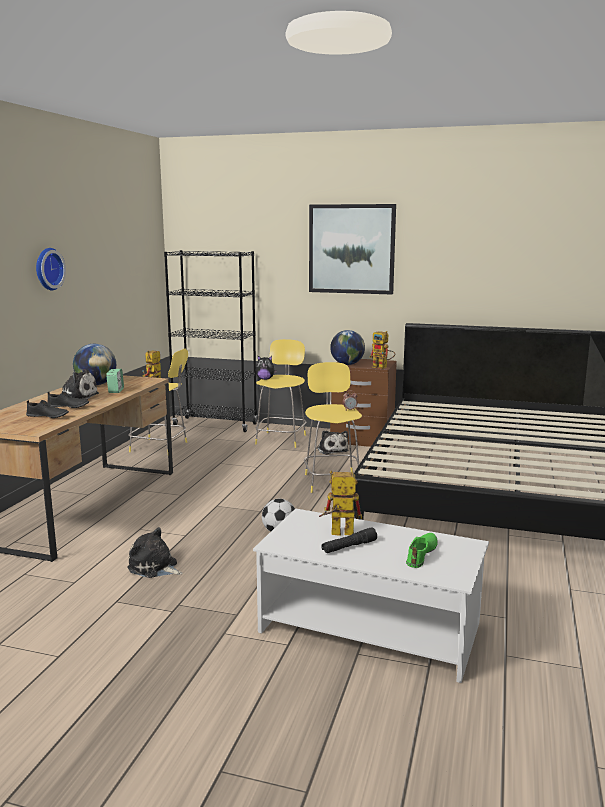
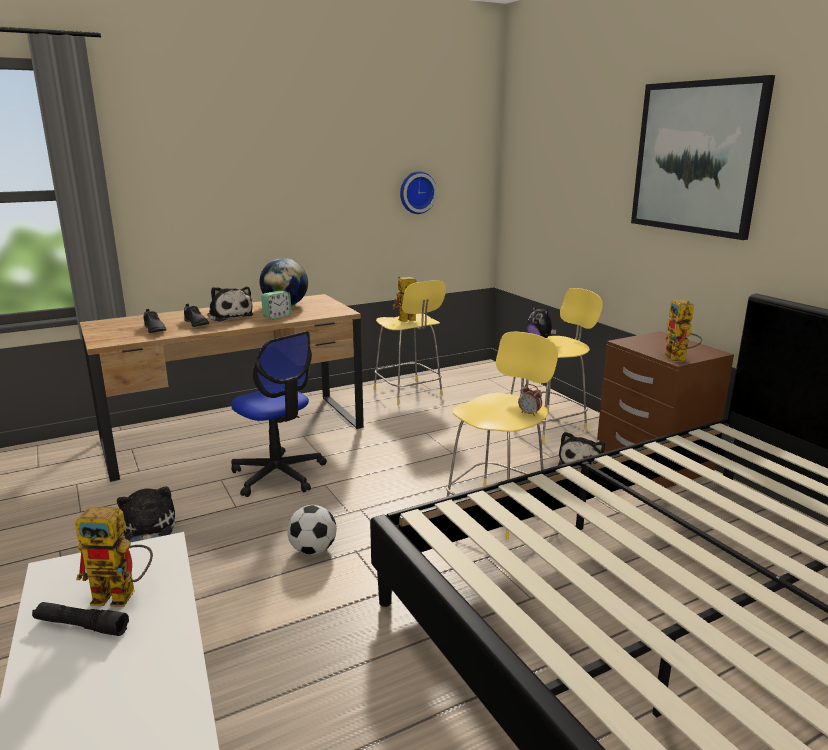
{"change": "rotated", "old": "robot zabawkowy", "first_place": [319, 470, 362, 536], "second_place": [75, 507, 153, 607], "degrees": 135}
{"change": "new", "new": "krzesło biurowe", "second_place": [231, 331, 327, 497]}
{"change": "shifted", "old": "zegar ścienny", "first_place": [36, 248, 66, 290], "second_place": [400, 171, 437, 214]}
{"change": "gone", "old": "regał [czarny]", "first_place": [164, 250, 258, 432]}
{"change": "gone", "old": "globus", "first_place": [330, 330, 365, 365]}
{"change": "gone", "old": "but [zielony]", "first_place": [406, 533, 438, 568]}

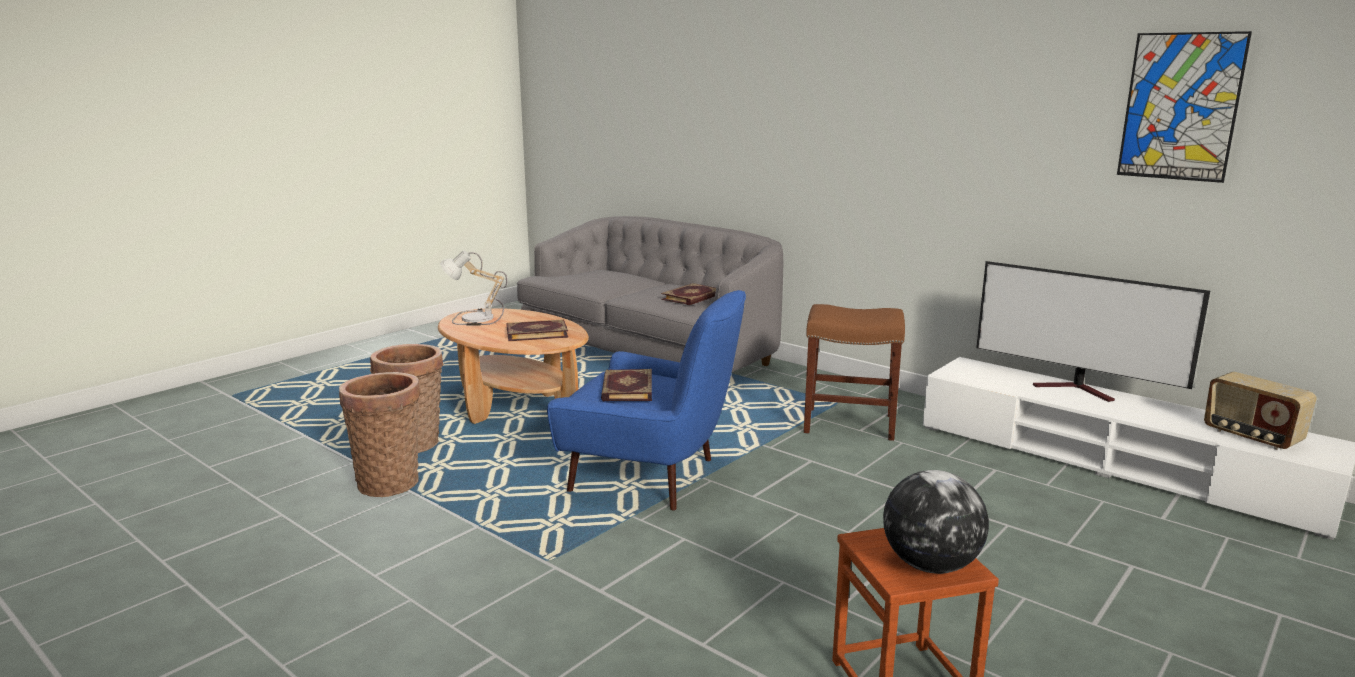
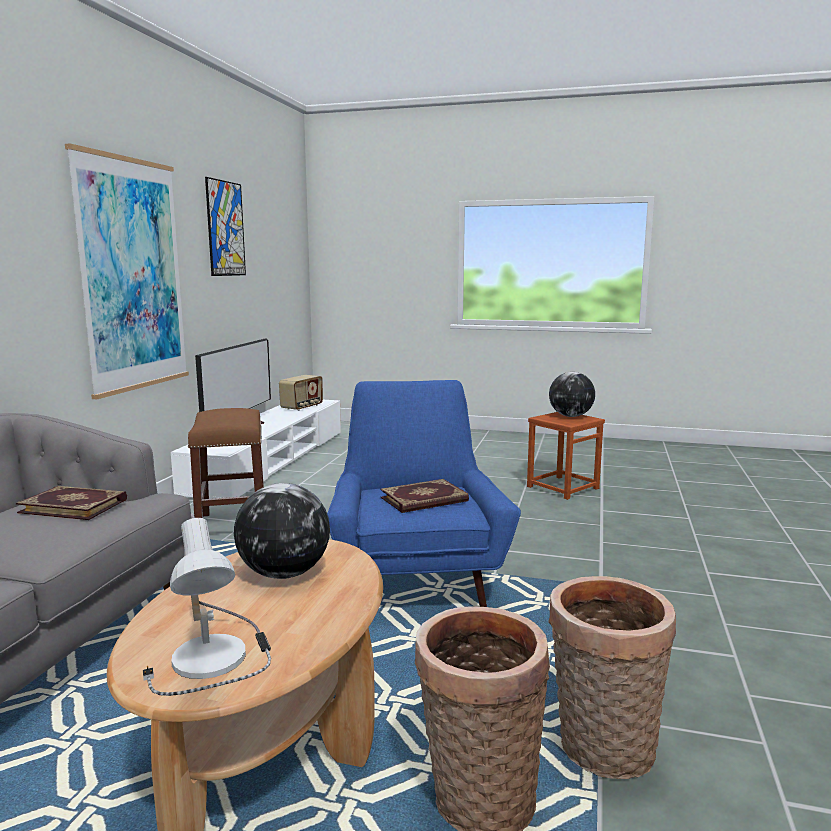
{"change": "new", "new": "obraz", "second_place": [65, 143, 189, 399]}
{"change": "swapped", "old": "książka", "new": "globus", "first_place": [506, 319, 568, 341], "second_place": [234, 483, 330, 579]}

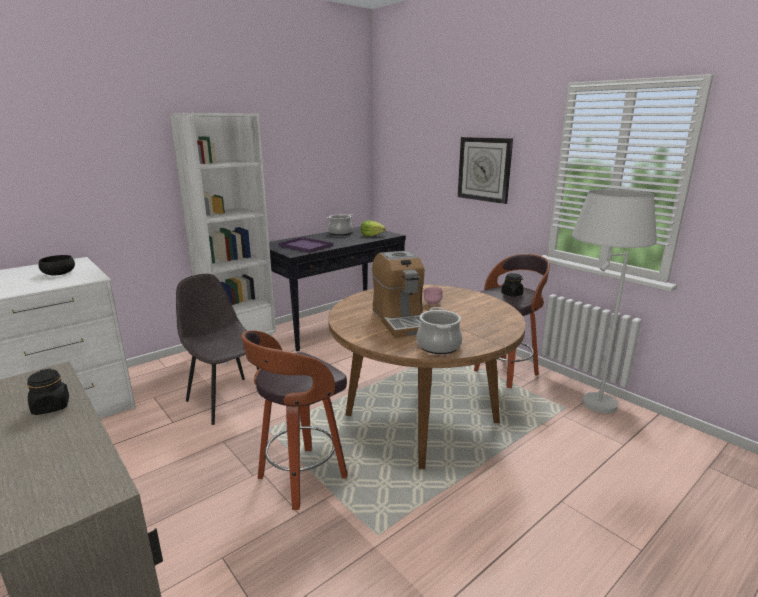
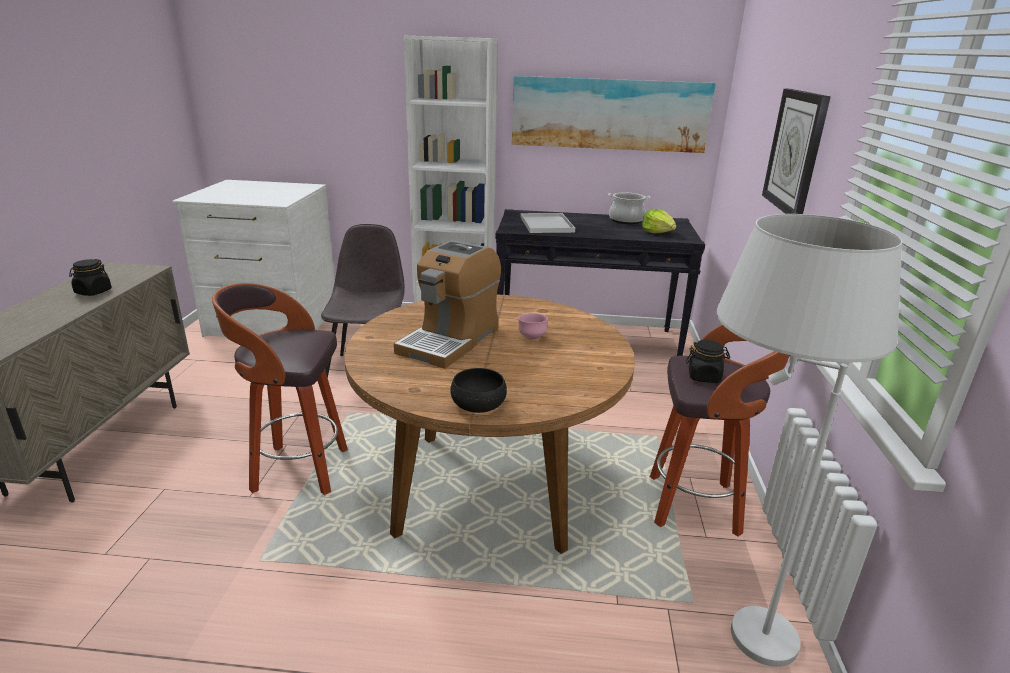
{"change": "shifted", "old": "miska [czarny]", "first_place": [39, 255, 75, 275], "second_place": [450, 368, 507, 413]}
{"change": "new", "new": "obraz", "second_place": [512, 76, 715, 153]}
{"change": "repainted", "old": "taca [fioletowy]", "new": "taca [biały]", "first_place": [279, 237, 333, 253], "second_place": [521, 213, 575, 233]}
{"change": "gone", "old": "garnek", "first_place": [417, 307, 462, 354]}

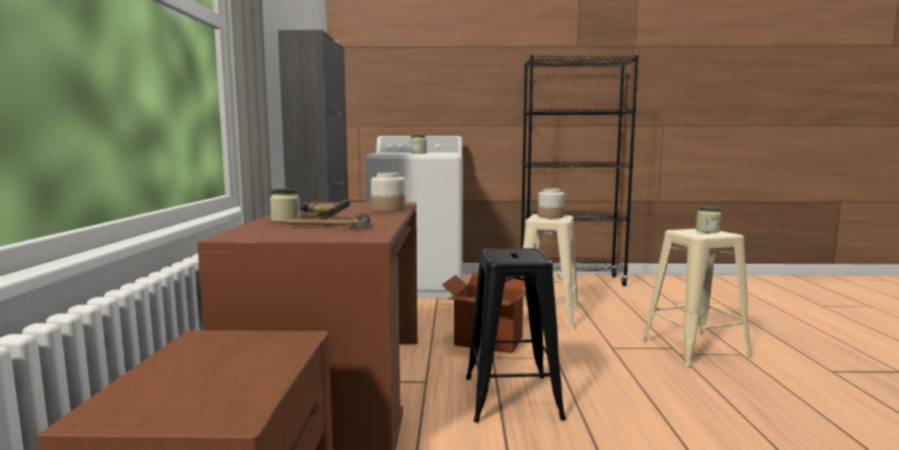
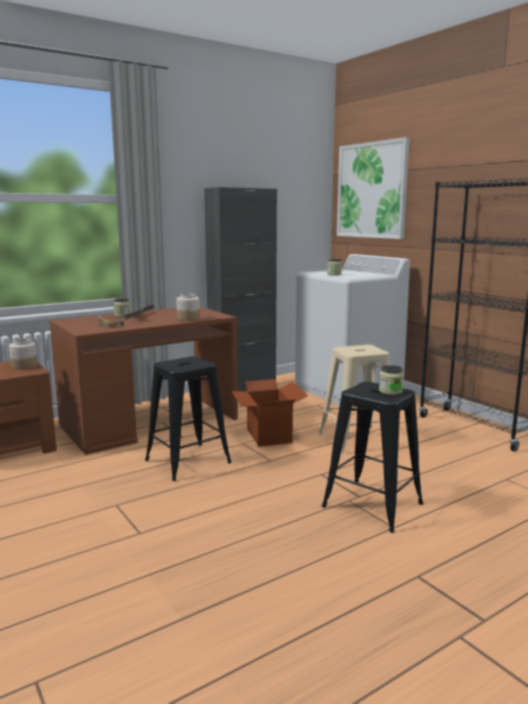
{"change": "shifted", "old": "słoik", "first_place": [538, 188, 564, 218], "second_place": [9, 339, 38, 369]}
{"change": "repainted", "old": "stołek [beżowy]", "new": "stołek [czarny]", "first_place": [641, 229, 753, 367], "second_place": [322, 382, 423, 533]}
{"change": "new", "new": "obraz", "second_place": [337, 137, 410, 239]}

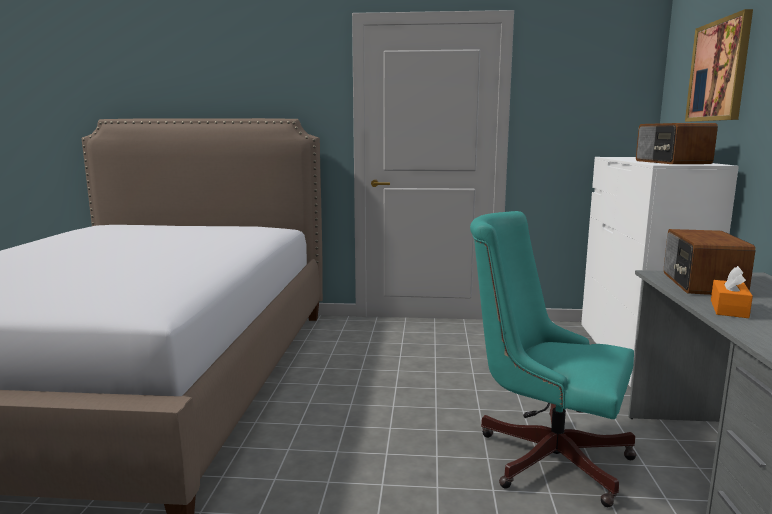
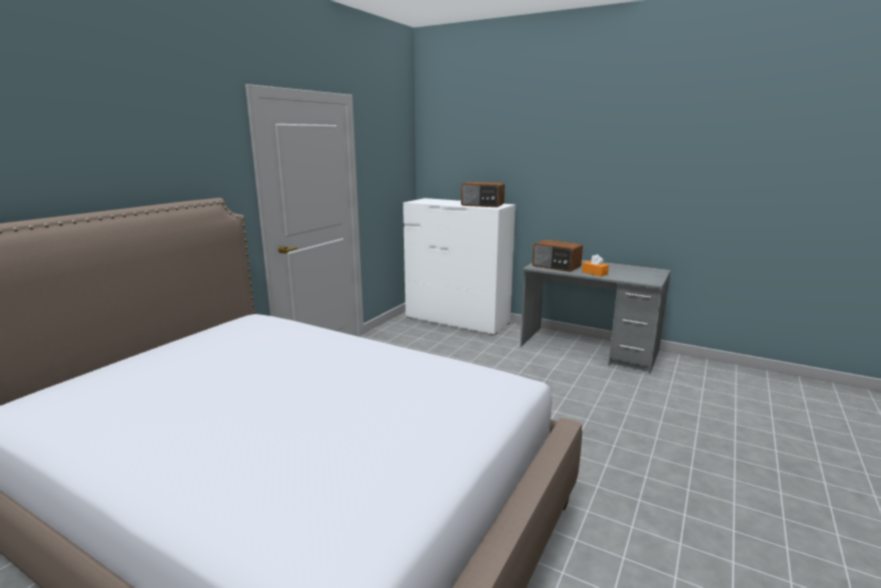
{"change": "gone", "old": "krzesło biurowe [turkusowy]", "first_place": [470, 211, 636, 507]}
{"change": "gone", "old": "obraz", "first_place": [685, 9, 753, 122]}

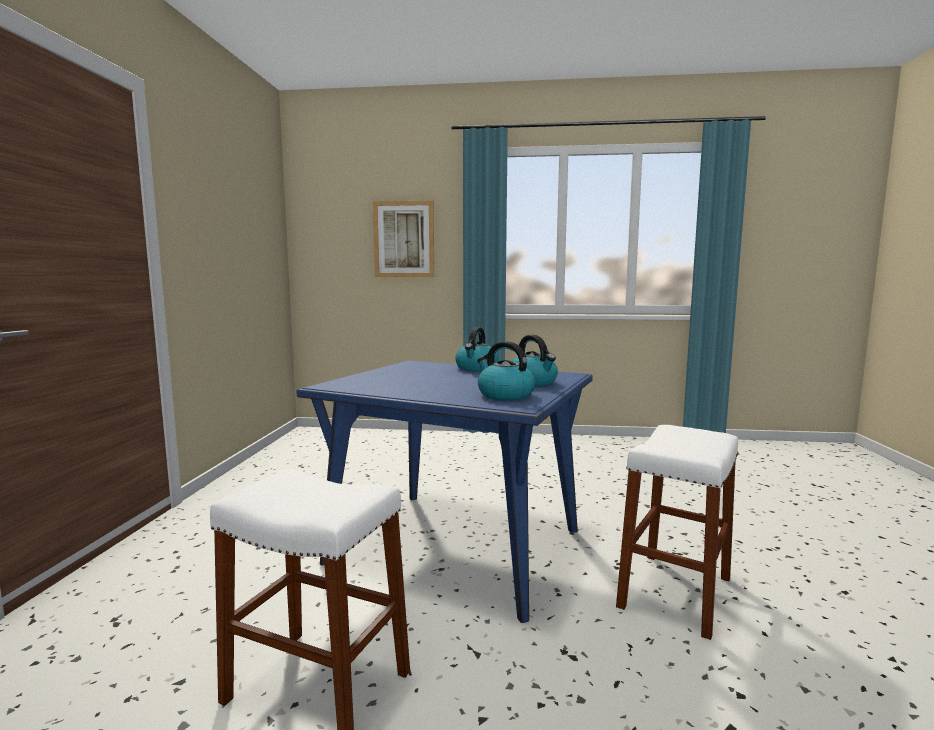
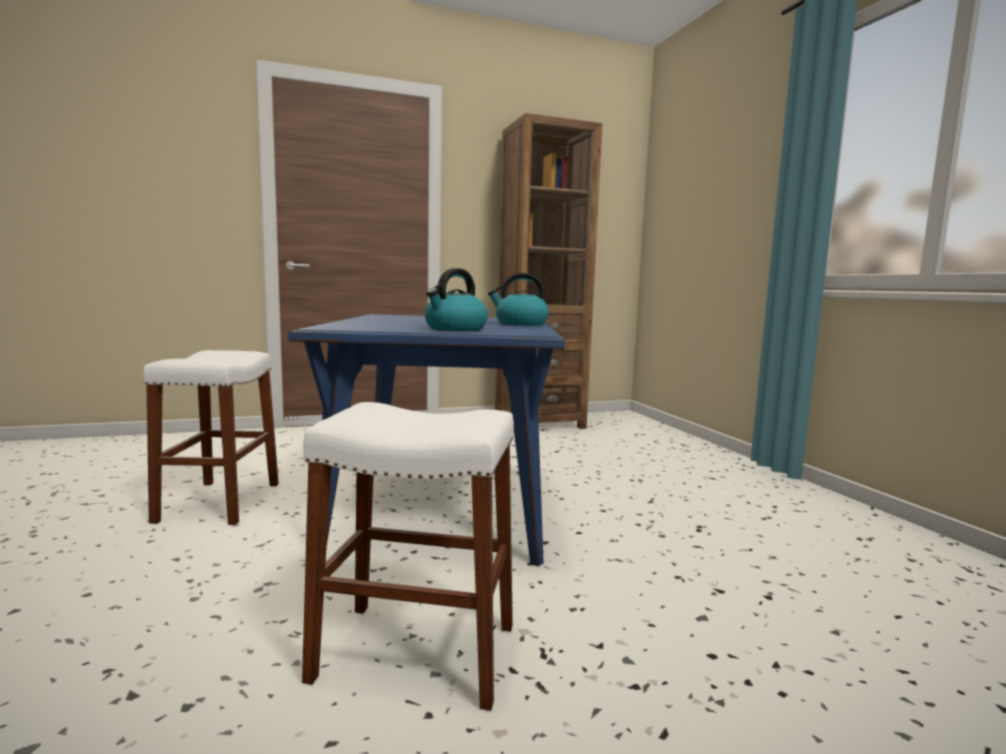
{"change": "new", "new": "regał [brązowy]", "second_place": [495, 113, 602, 429]}
{"change": "gone", "old": "obraz", "first_place": [373, 201, 434, 277]}
{"change": "gone", "old": "czajnik", "first_place": [477, 341, 535, 400]}

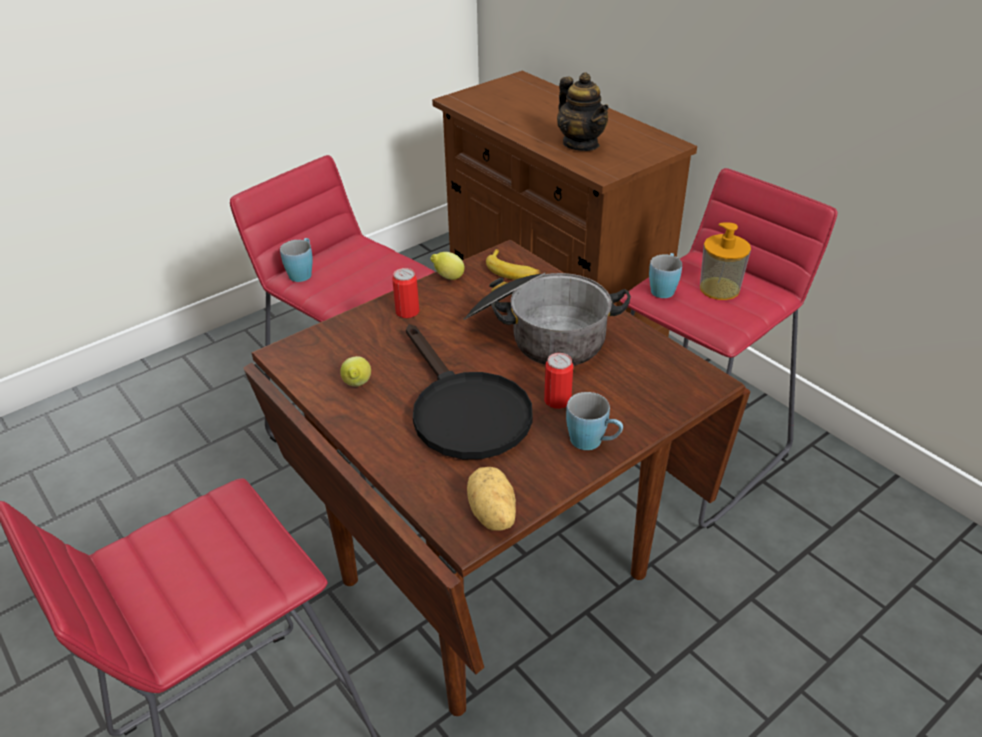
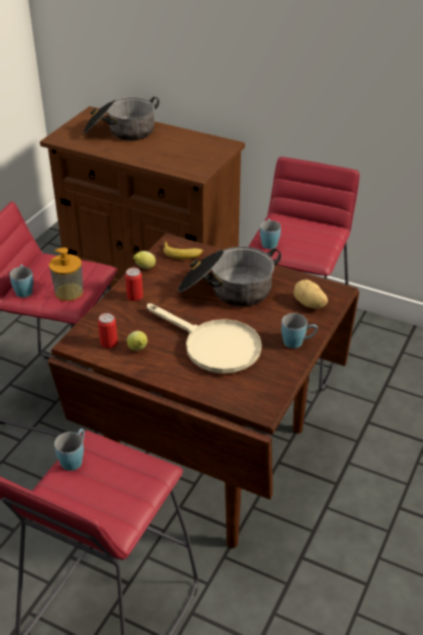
{"change": "shifted", "old": "dozownik mydła", "first_place": [700, 223, 751, 300], "second_place": [49, 248, 83, 301]}
{"change": "new", "new": "kubek [niebieski]", "second_place": [54, 429, 85, 471]}
{"change": "new", "new": "garnek", "second_place": [83, 97, 159, 140]}
{"change": "shifted", "old": "puszka", "first_place": [544, 353, 573, 409], "second_place": [98, 313, 118, 348]}
{"change": "repainted", "old": "patelnia [czarny]", "new": "patelnia [beżowy]", "first_place": [406, 324, 533, 459], "second_place": [147, 303, 262, 374]}
{"change": "shifted", "old": "ziemniak", "first_place": [467, 467, 516, 531], "second_place": [293, 279, 328, 309]}
{"change": "gone", "old": "imbryk", "first_place": [557, 73, 609, 151]}

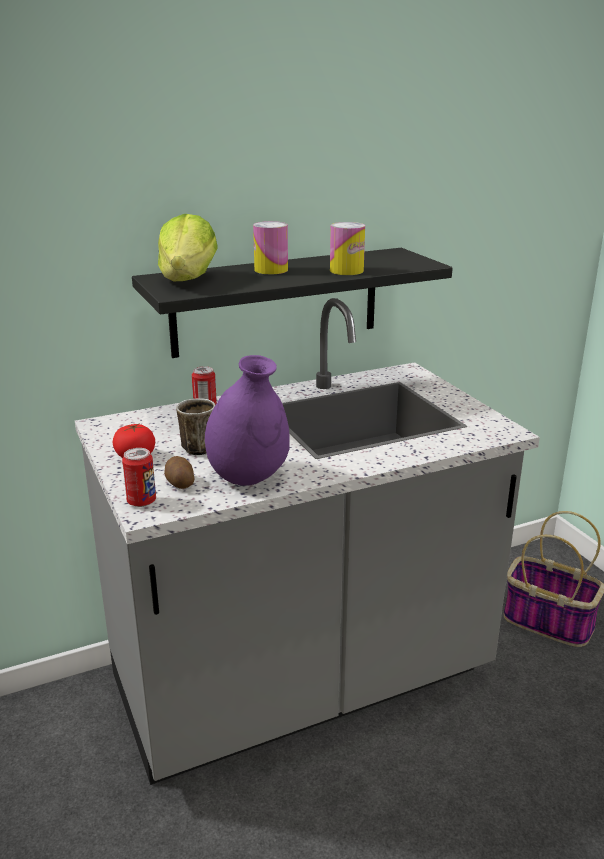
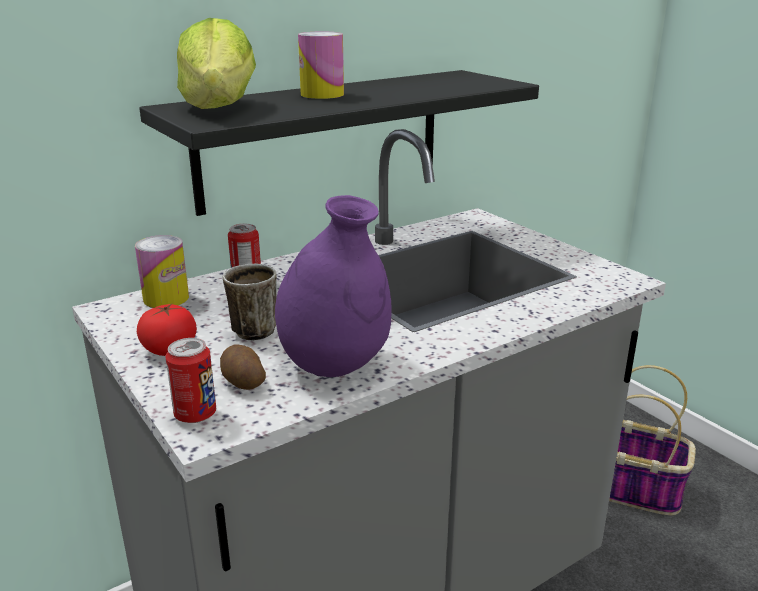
{"change": "shifted", "old": "puszka", "first_place": [330, 222, 365, 275], "second_place": [135, 235, 189, 308]}

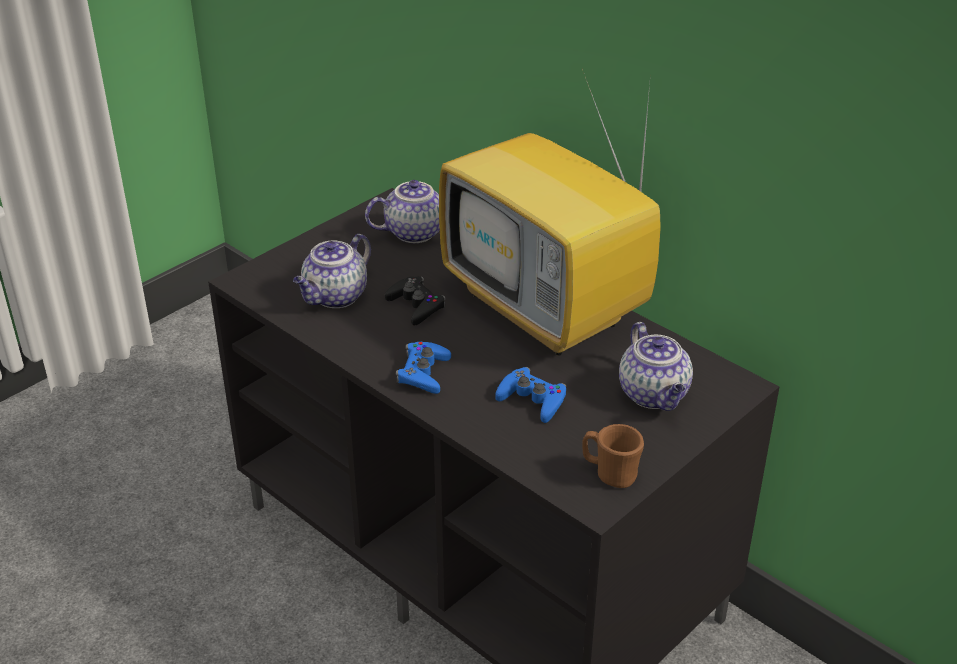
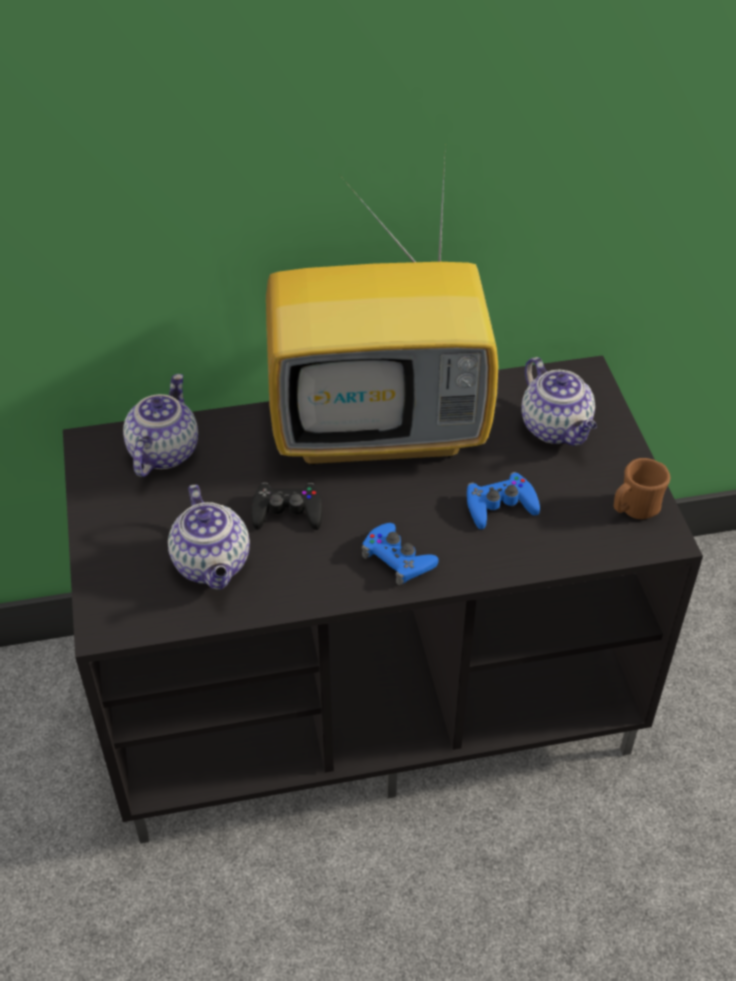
{"change": "rotated", "old": "imbryk", "first_place": [619, 322, 693, 411], "second_place": [521, 357, 597, 446], "degrees": 45}

